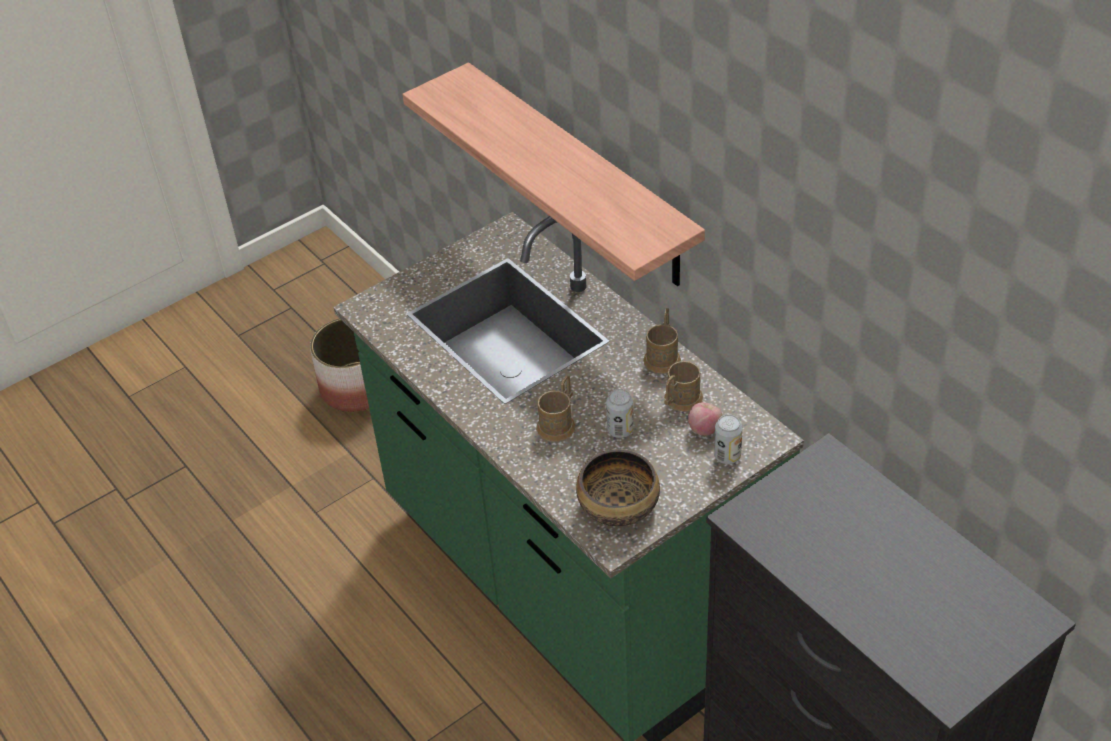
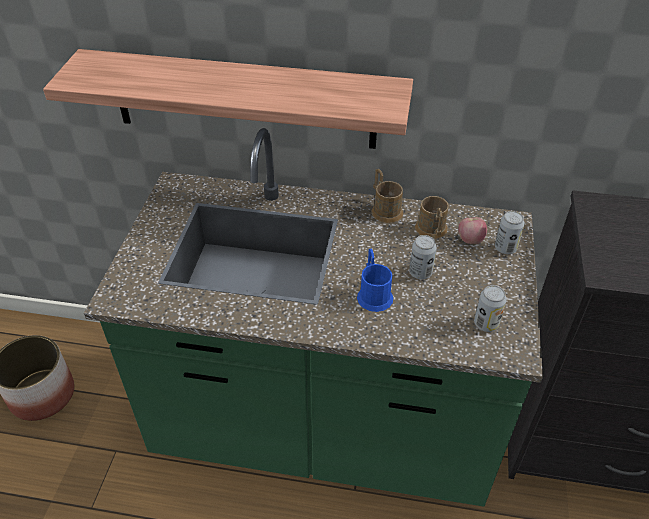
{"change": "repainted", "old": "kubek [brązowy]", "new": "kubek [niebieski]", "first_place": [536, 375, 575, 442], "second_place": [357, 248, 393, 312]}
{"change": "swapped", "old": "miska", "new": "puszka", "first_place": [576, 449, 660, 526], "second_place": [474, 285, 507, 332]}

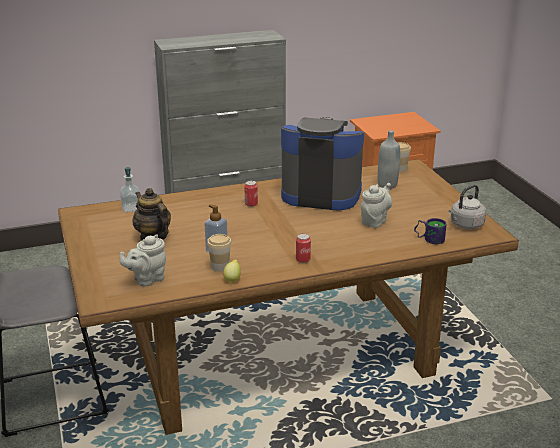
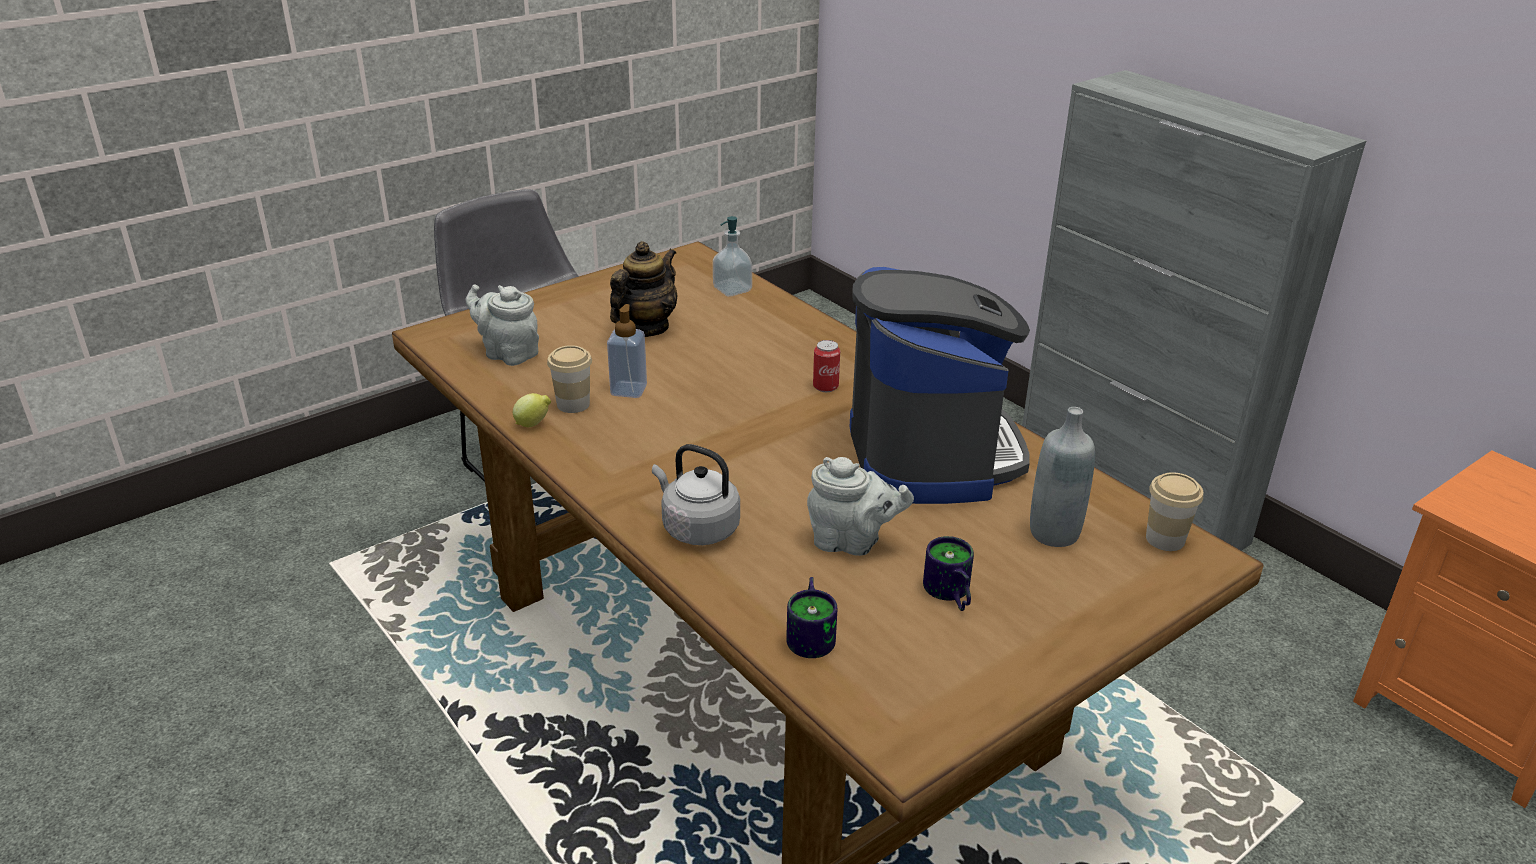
{"change": "shifted", "old": "czajnik [szary]", "first_place": [448, 185, 486, 229], "second_place": [652, 444, 740, 545]}
{"change": "new", "new": "kubek", "second_place": [923, 536, 974, 611]}
{"change": "gone", "old": "puszka", "first_place": [296, 234, 311, 263]}

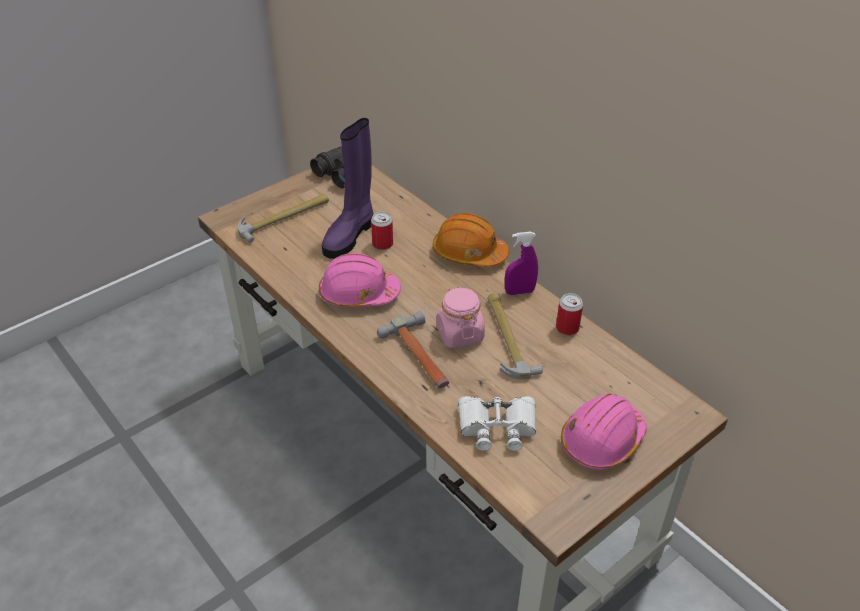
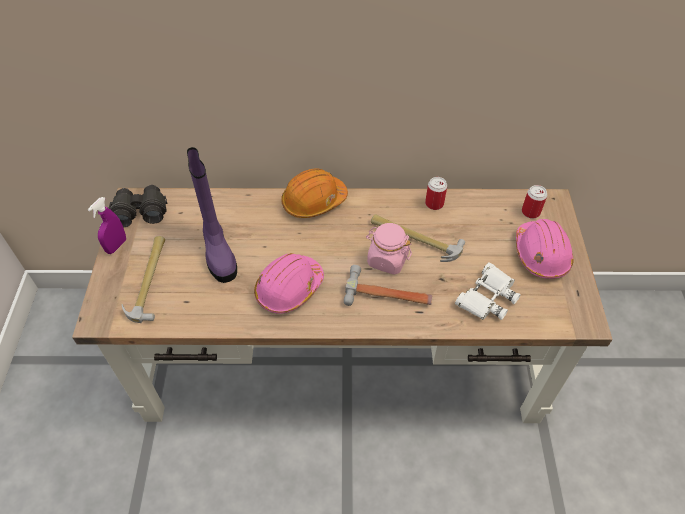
{"change": "shifted", "old": "spryskiwacz [fioletowy]", "first_place": [505, 231, 538, 295], "second_place": [88, 197, 126, 254]}
{"change": "shifted", "old": "puszka", "first_place": [371, 211, 393, 250], "second_place": [522, 185, 547, 219]}

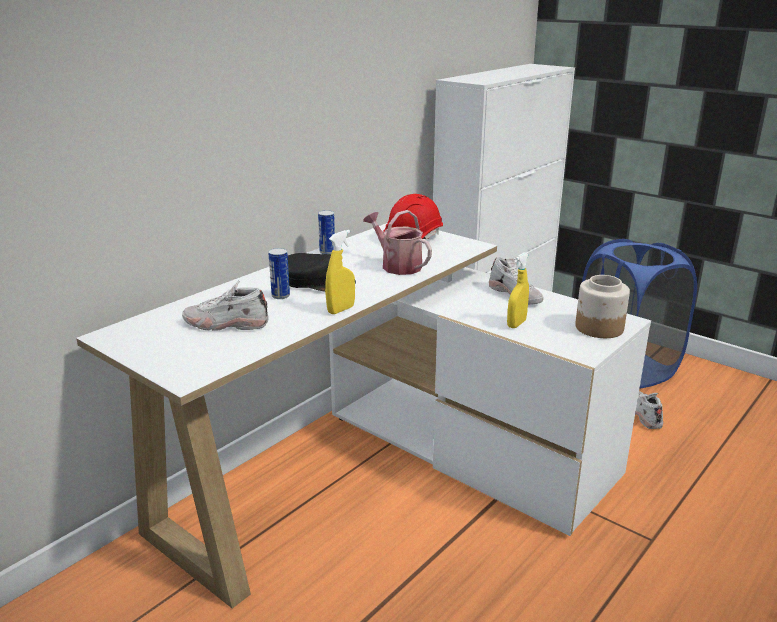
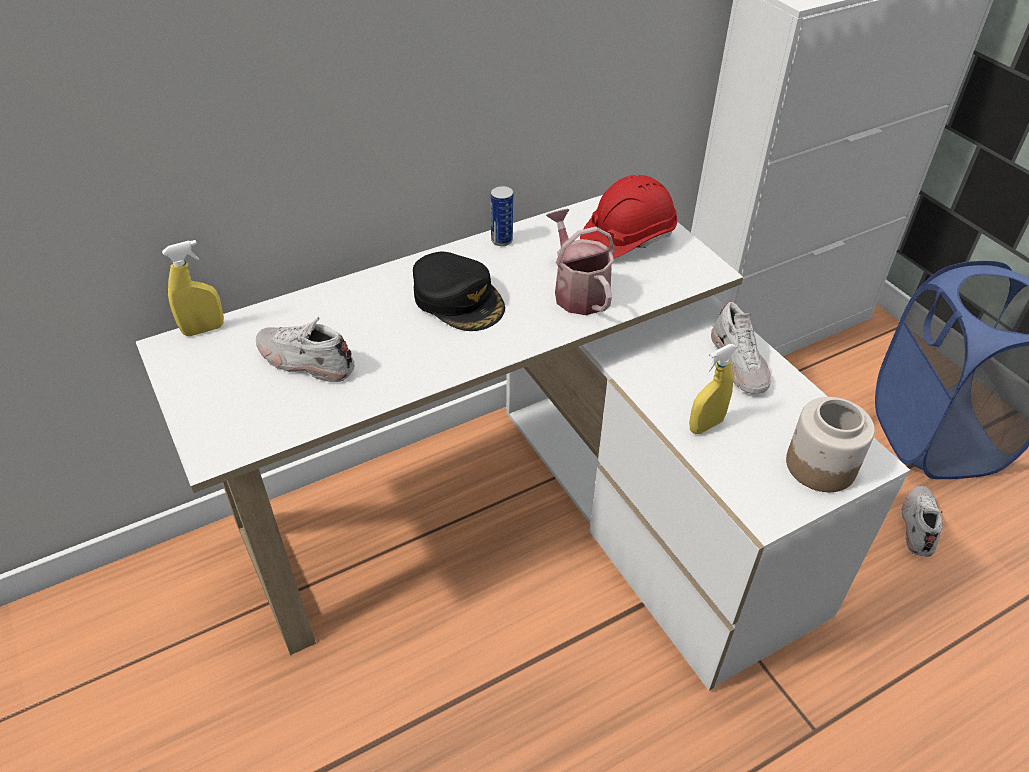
{"change": "shifted", "old": "spryskiwacz [żółty]", "first_place": [325, 230, 355, 314], "second_place": [162, 240, 224, 336]}
{"change": "gone", "old": "puszka", "first_place": [268, 248, 290, 299]}

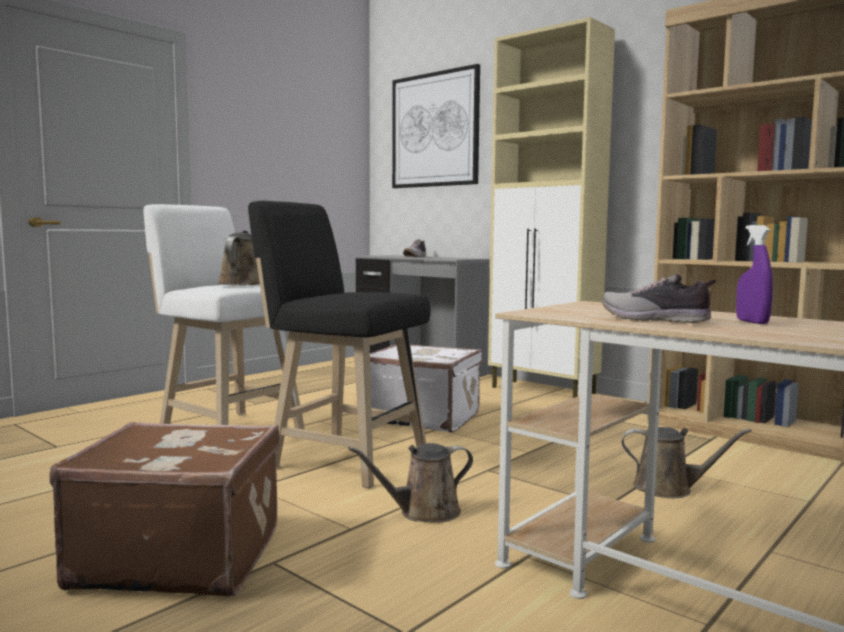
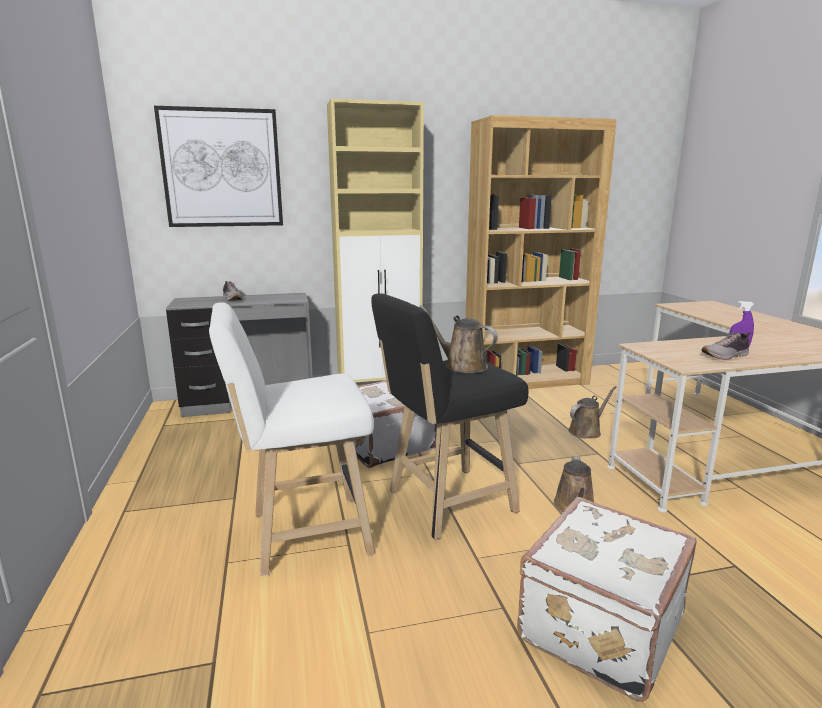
{"change": "shifted", "old": "konewka [brązowy]", "first_place": [217, 231, 260, 285], "second_place": [419, 305, 498, 373]}
{"change": "repainted", "old": "walizka [brązowy]", "new": "walizka [biały]", "first_place": [50, 422, 280, 596], "second_place": [517, 497, 697, 702]}

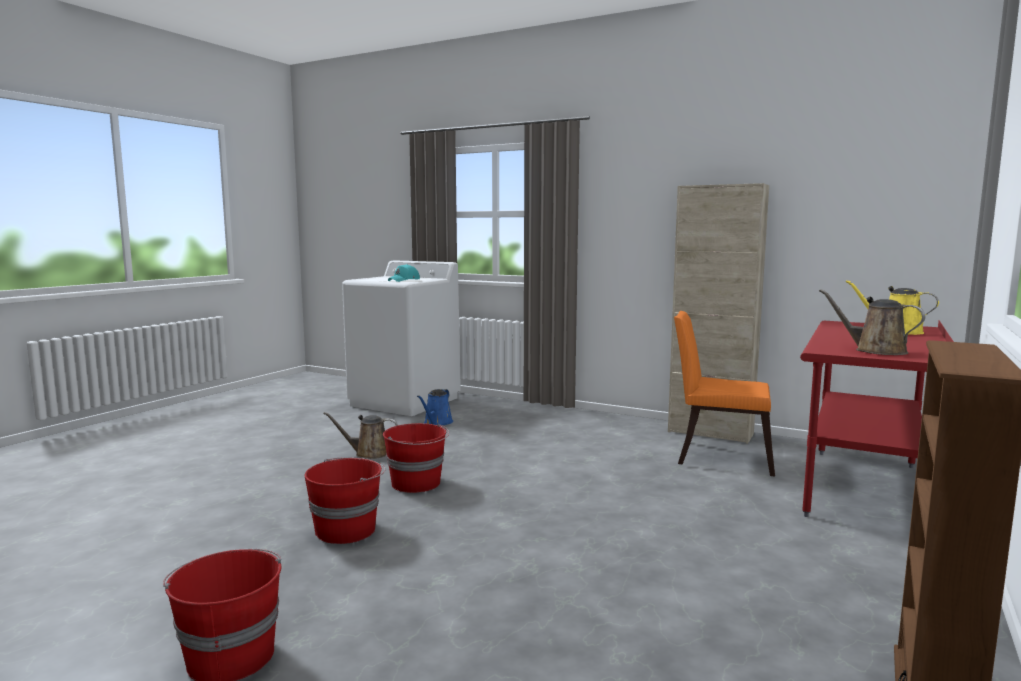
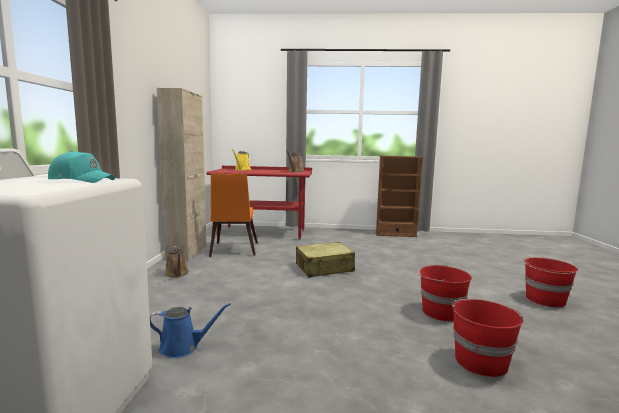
{"change": "shifted", "old": "konewka [brązowy]", "first_place": [323, 412, 398, 459], "second_place": [164, 246, 189, 278]}
{"change": "new", "new": "walizka [beżowy]", "second_place": [296, 242, 355, 278]}
{"change": "shifted", "old": "wiadro [czerwony]", "first_place": [383, 423, 449, 493], "second_place": [451, 299, 523, 377]}

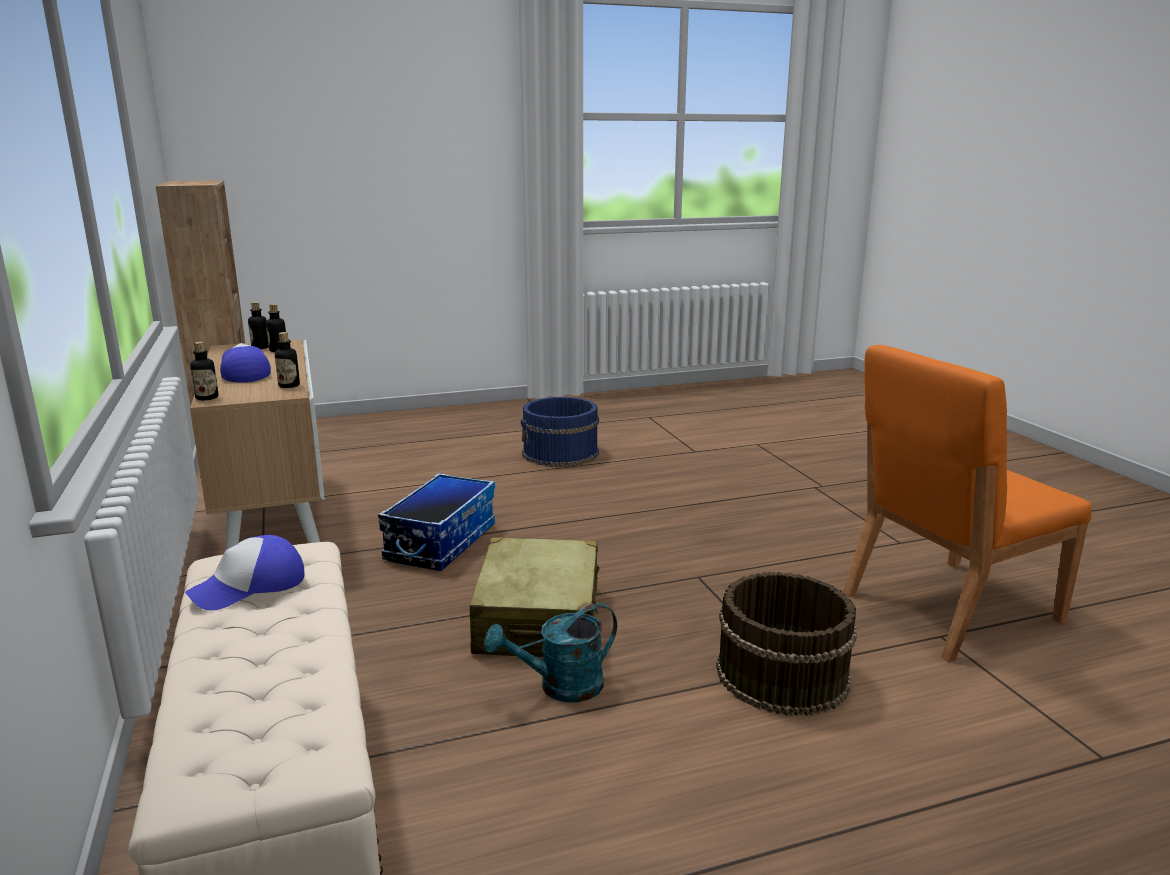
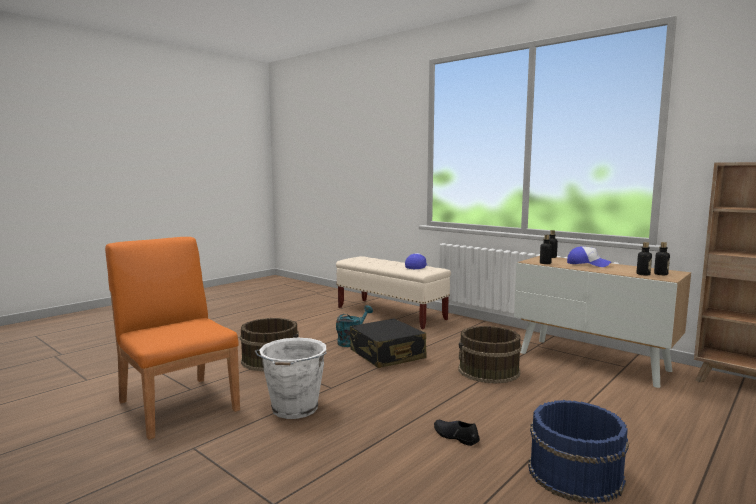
{"change": "rotated", "old": "krzesło [pomarańczowy]", "first_place": [843, 345, 1092, 662], "second_place": [105, 237, 240, 440], "degrees": -75}
{"change": "new", "new": "wiadro [biały]", "second_place": [255, 338, 327, 419]}
{"change": "repainted", "old": "walizka [beżowy]", "new": "walizka [czarny]", "first_place": [470, 537, 600, 657], "second_place": [350, 319, 427, 368]}
{"change": "new", "new": "but [czarny]", "second_place": [434, 420, 480, 446]}
{"change": "swapped", "old": "pojemnik do przechowywania", "new": "wiadro [brązowy]", "first_place": [378, 473, 495, 571], "second_place": [458, 326, 522, 384]}

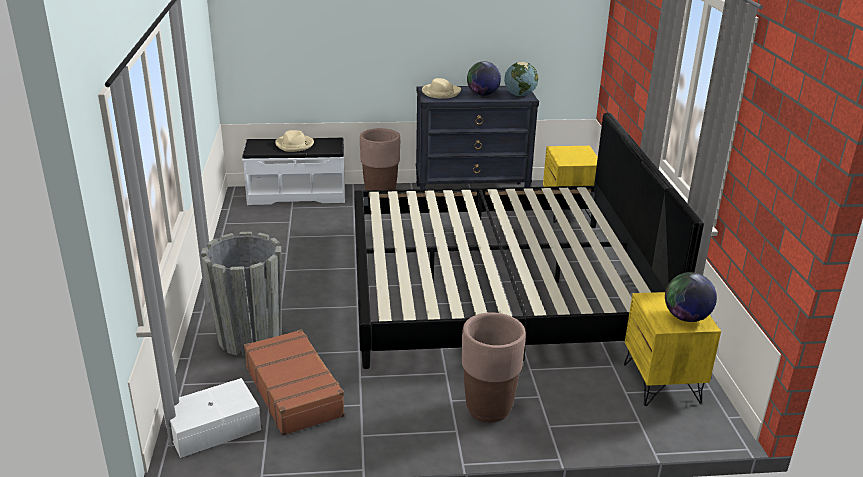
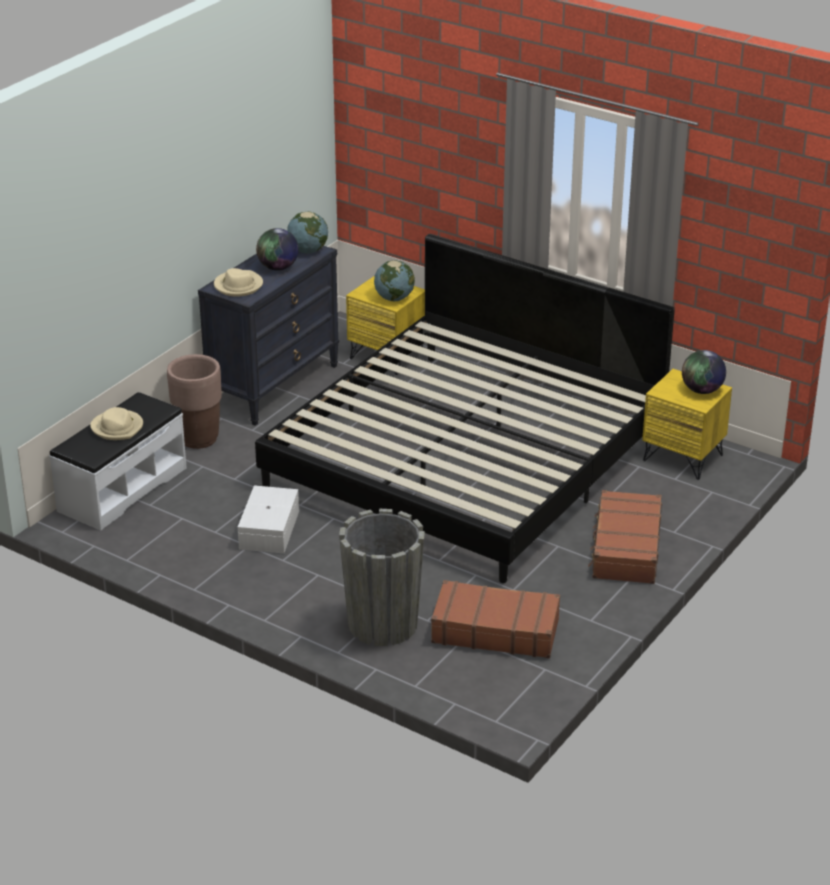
{"change": "shifted", "old": "pojemnik do przechowywania [biały]", "first_place": [162, 378, 261, 458], "second_place": [238, 485, 299, 553]}
{"change": "new", "new": "globus", "second_place": [374, 260, 415, 302]}
{"change": "swapped", "old": "donica [brązowy]", "new": "walizka [brązowy]", "first_place": [462, 312, 526, 422], "second_place": [588, 490, 662, 584]}

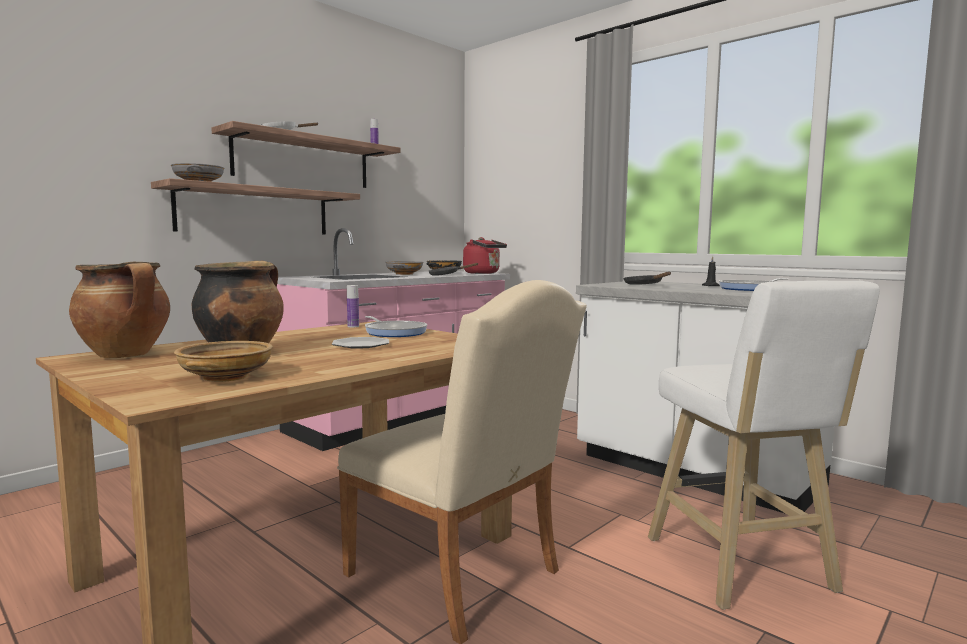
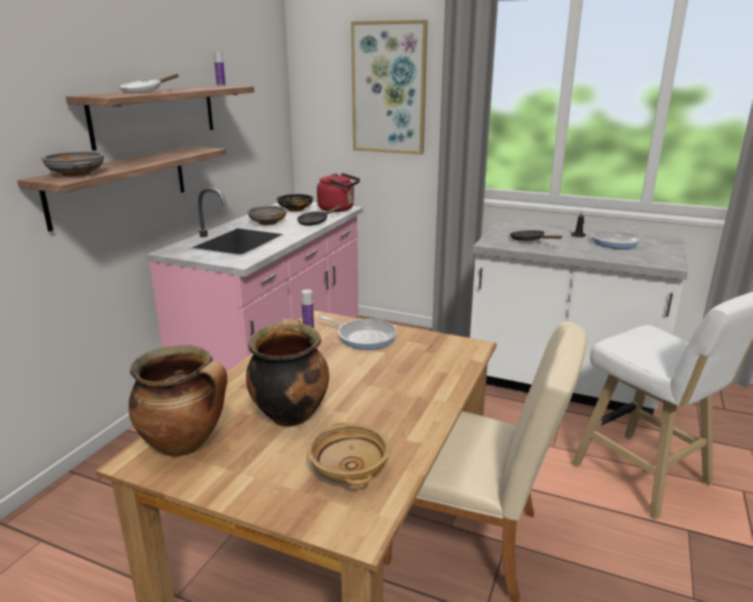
{"change": "new", "new": "obraz", "second_place": [351, 20, 428, 155]}
{"change": "gone", "old": "talerz", "first_place": [332, 337, 389, 349]}

